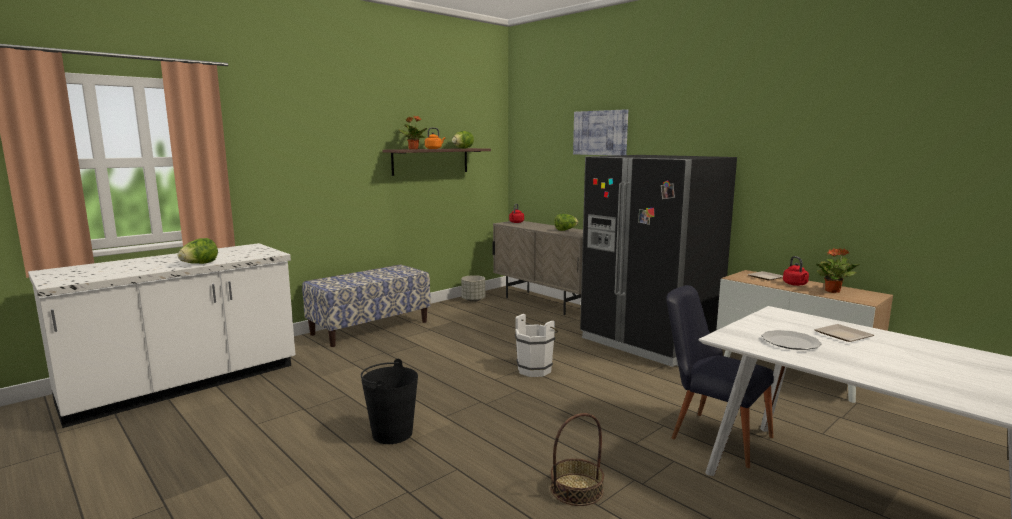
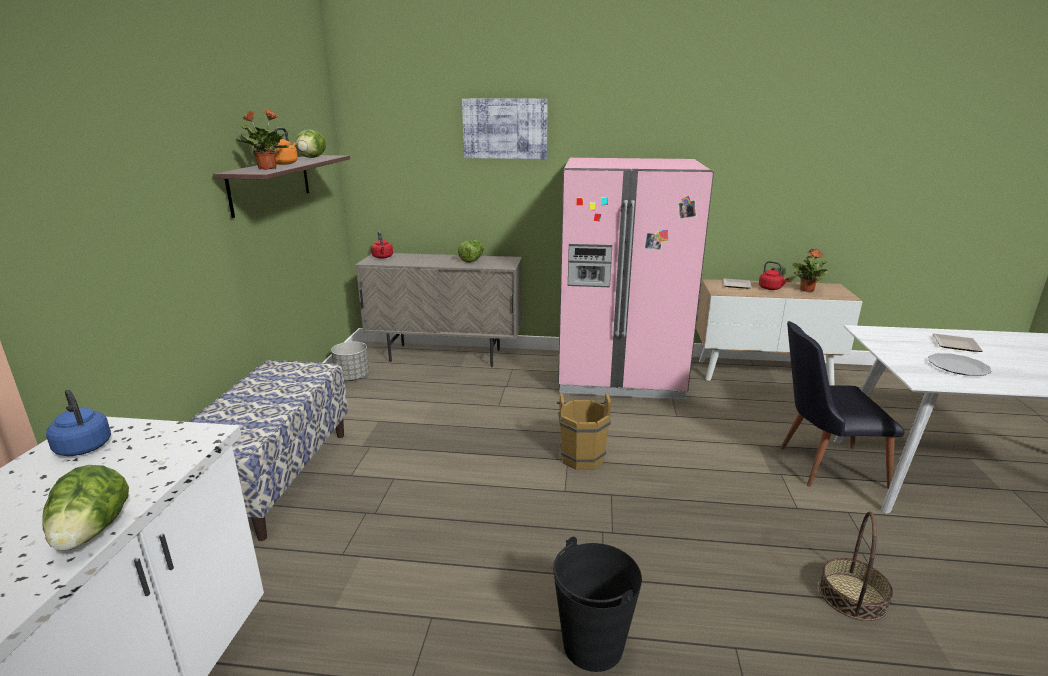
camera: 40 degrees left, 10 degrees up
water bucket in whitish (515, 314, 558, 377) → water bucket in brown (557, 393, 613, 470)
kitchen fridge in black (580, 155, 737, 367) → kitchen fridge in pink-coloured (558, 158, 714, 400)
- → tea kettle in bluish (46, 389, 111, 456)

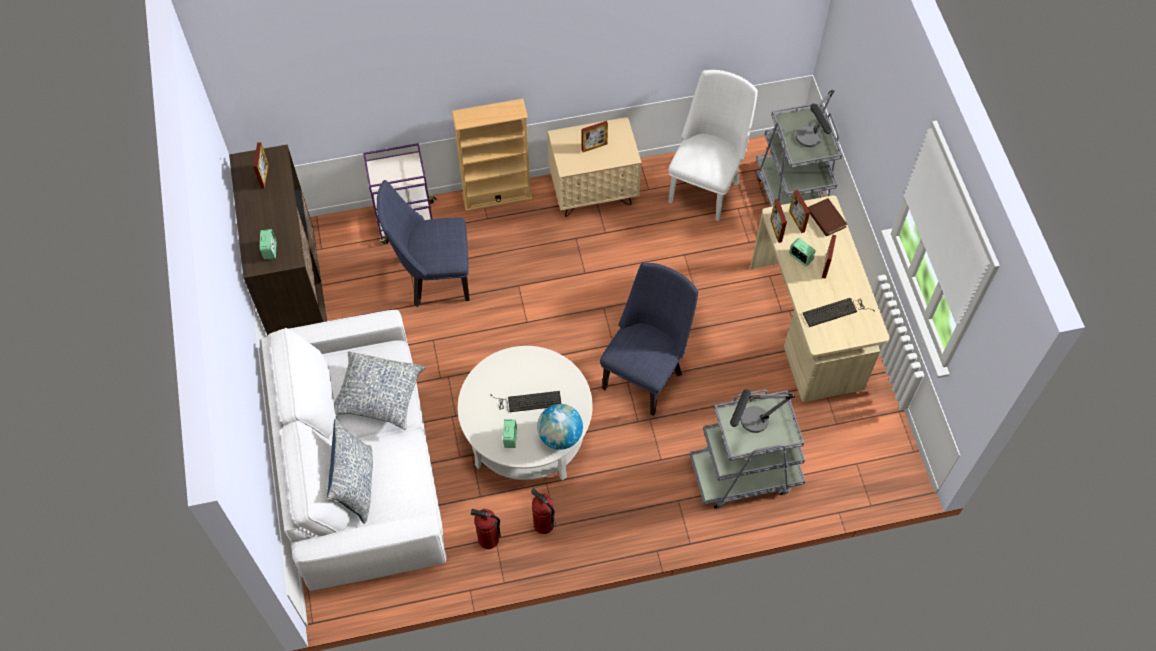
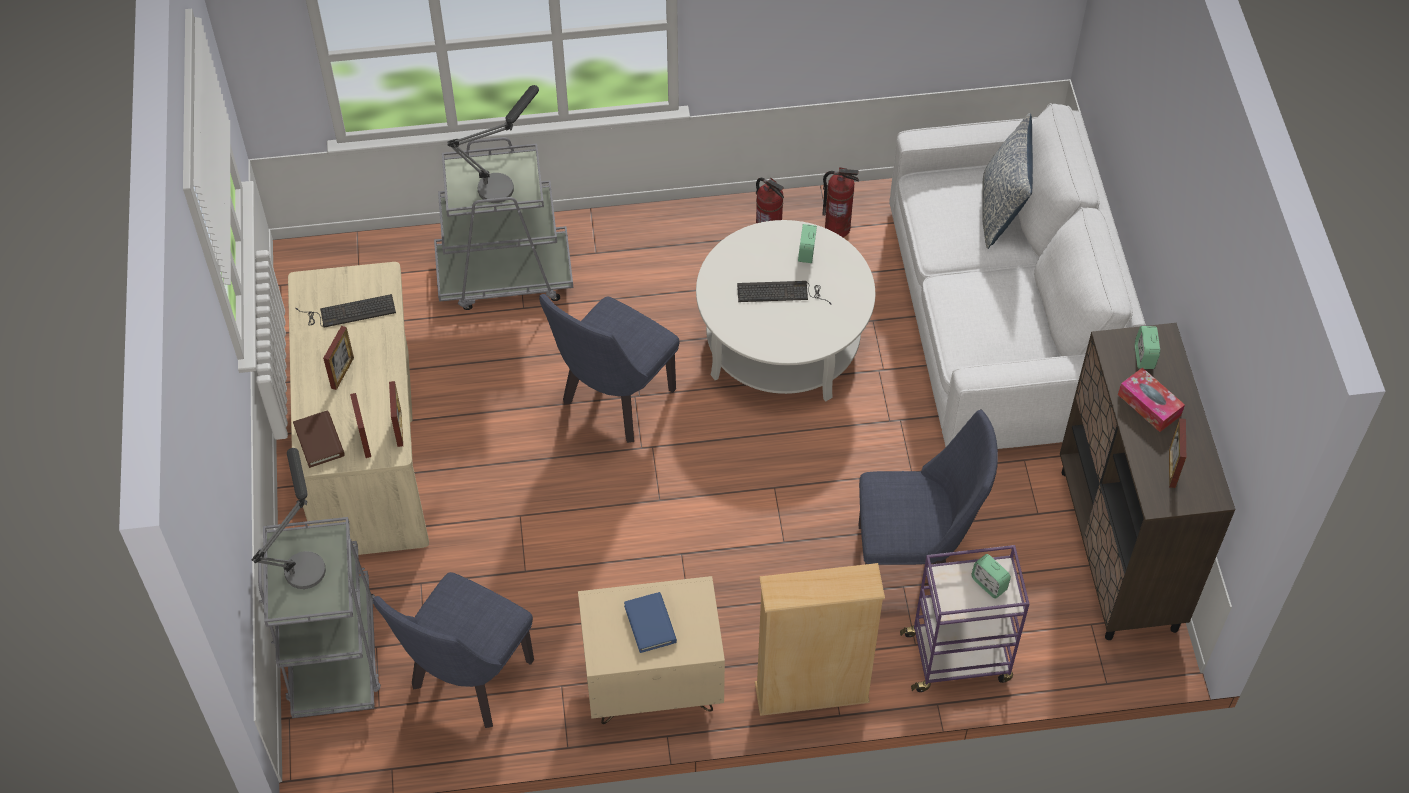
camera: 175 degrees left, 5 degrees down
pillow (334, 352, 426, 430) → -
globe (537, 404, 583, 450) → -
picture frame (581, 121, 608, 152) → bound book in bluish (624, 592, 677, 653)
upright chair in whitish (668, 70, 758, 221) → upright chair in bluish (373, 572, 534, 728)
table clock (789, 238, 815, 266) → table clock (971, 554, 1011, 599), move
- → box of tissues (1118, 368, 1185, 432)

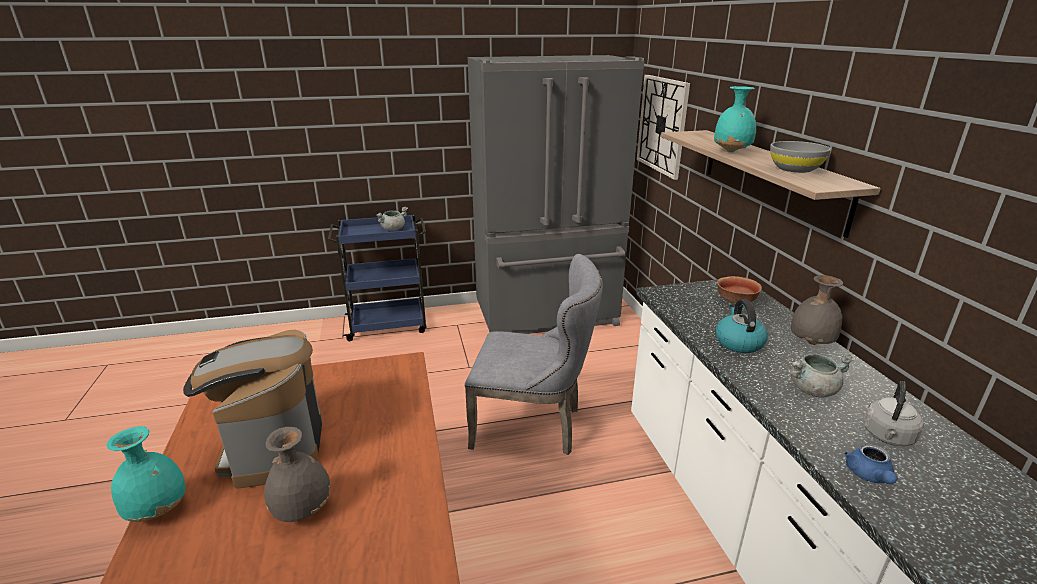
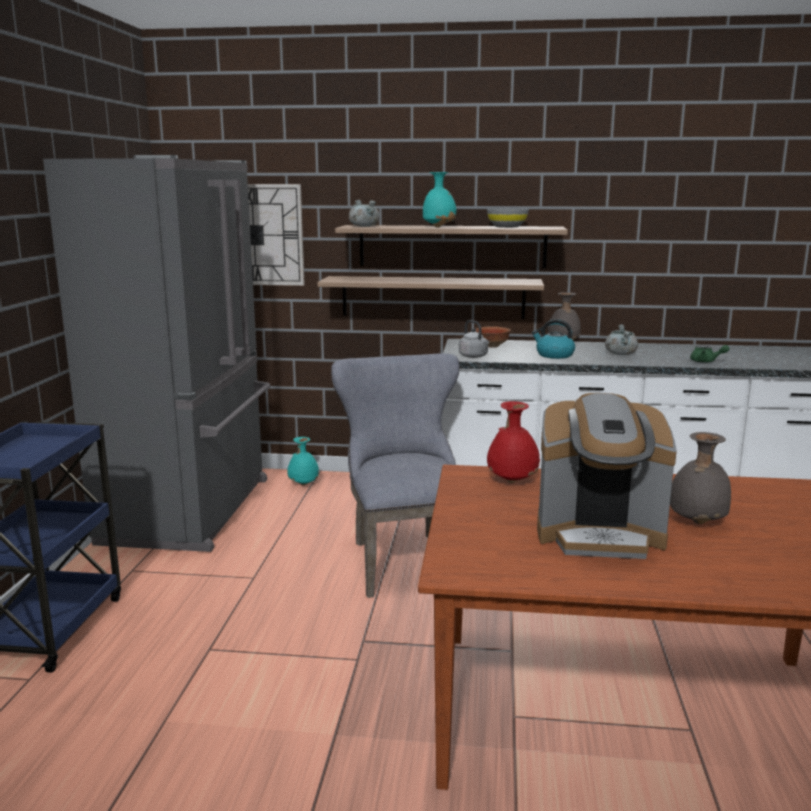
camera: 70 degrees left, 10 degrees down
vase in turquoise (107, 426, 186, 522) → vase in turquoise (287, 437, 319, 485), move
cooking pot in greyish (376, 207, 408, 231) → cooking pot in greyish (349, 200, 380, 227), move
upright chair in greyish (465, 254, 603, 455) → upright chair in greyish (331, 353, 460, 598), 45 degrees counterclockwise
tea pot in bluish (844, 444, 897, 484) → tea pot in green (690, 345, 730, 363)
tea kettle in greyish (863, 381, 924, 446) → tea kettle in greyish (459, 320, 489, 358), move
- → wall shelf (318, 276, 544, 319)
- → vase in red (487, 401, 540, 483)

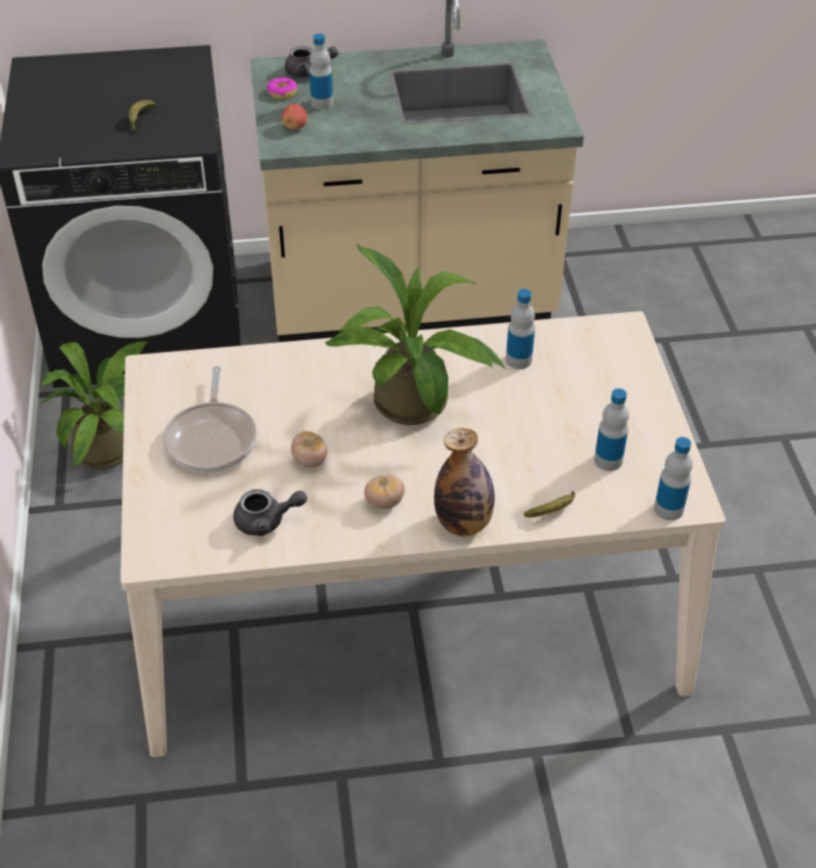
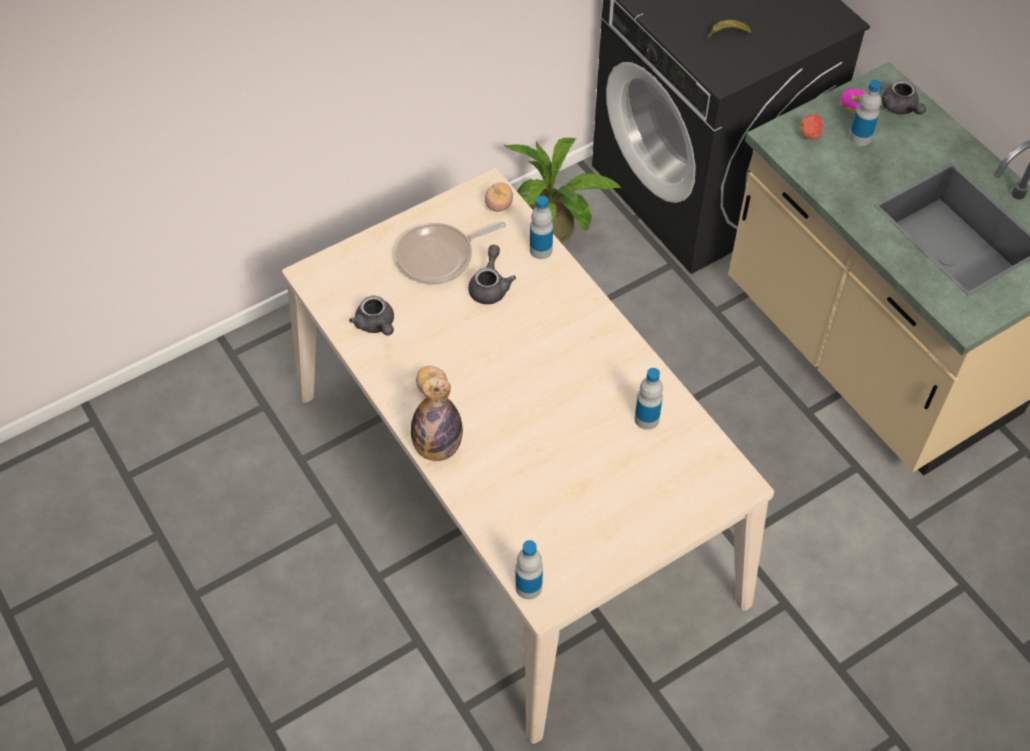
camera: 65 degrees right, 10 degrees up
tomato (291, 431, 327, 468) → tomato (485, 183, 513, 212), move
houseplant (325, 244, 506, 425) → -
whole banana (524, 491, 575, 517) → -
beverage bottle (594, 388, 629, 471) → beverage bottle (530, 196, 553, 259), move
- → tea pot in greyish (468, 245, 516, 304)

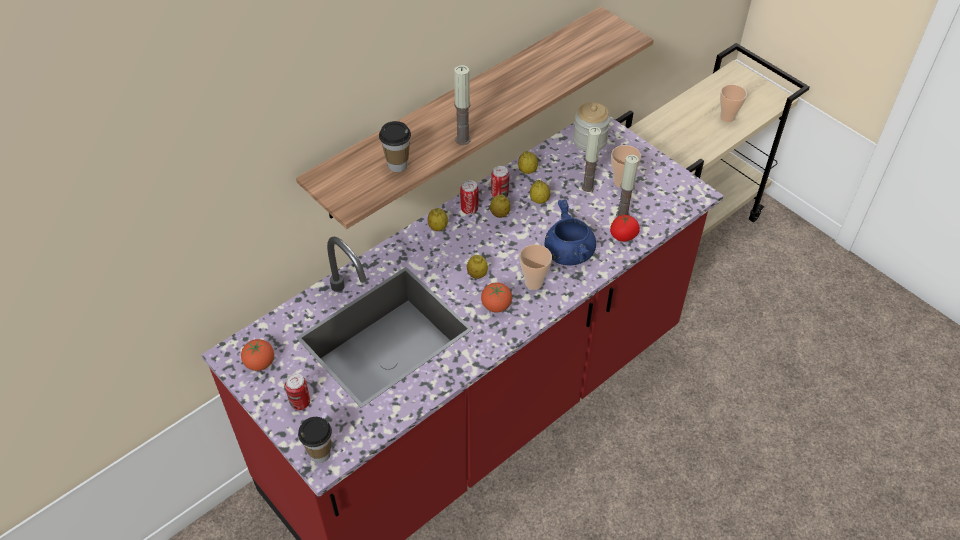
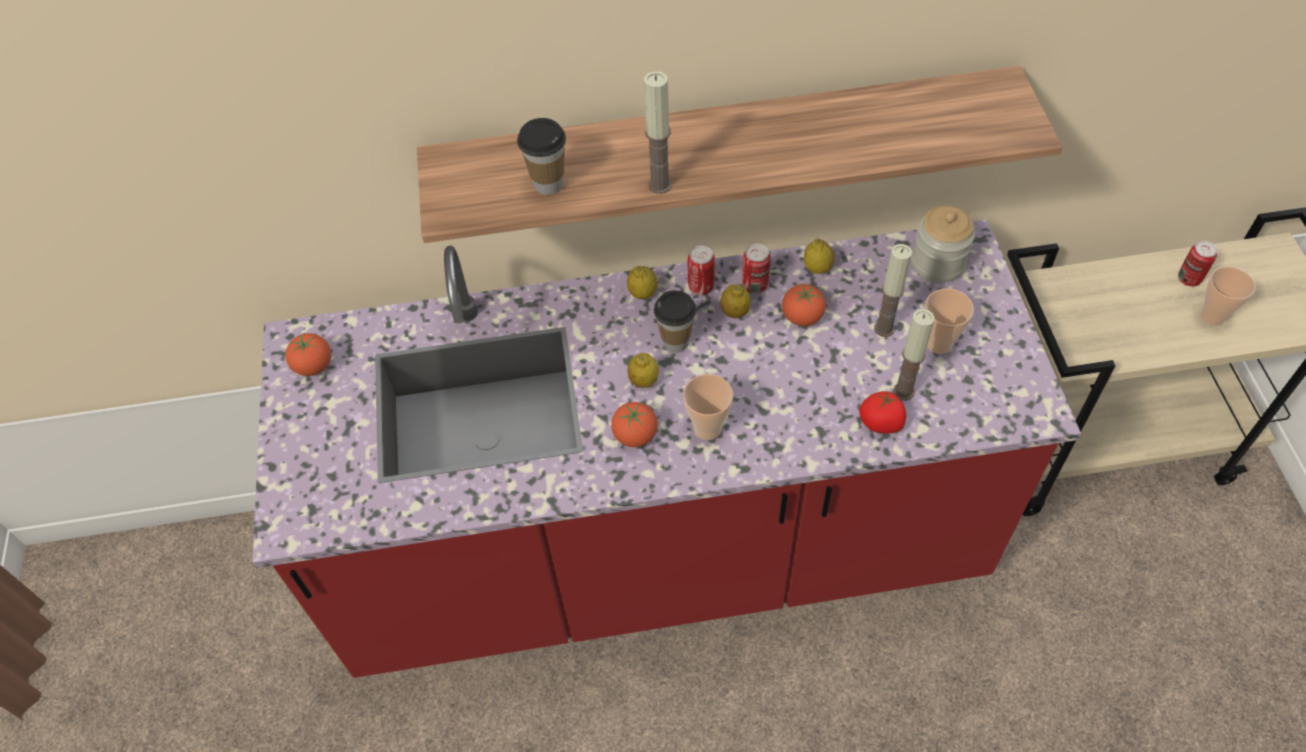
camera: 35 degrees right, 5 degrees up
can (285, 373, 310, 410) → can (1178, 241, 1217, 286), move
drinking cup (298, 417, 332, 463) → drinking cup (654, 290, 696, 353), move
whole lemon (530, 180, 550, 204) → tomato (782, 284, 826, 326)
cooking pot in bluish (545, 200, 596, 265) → -

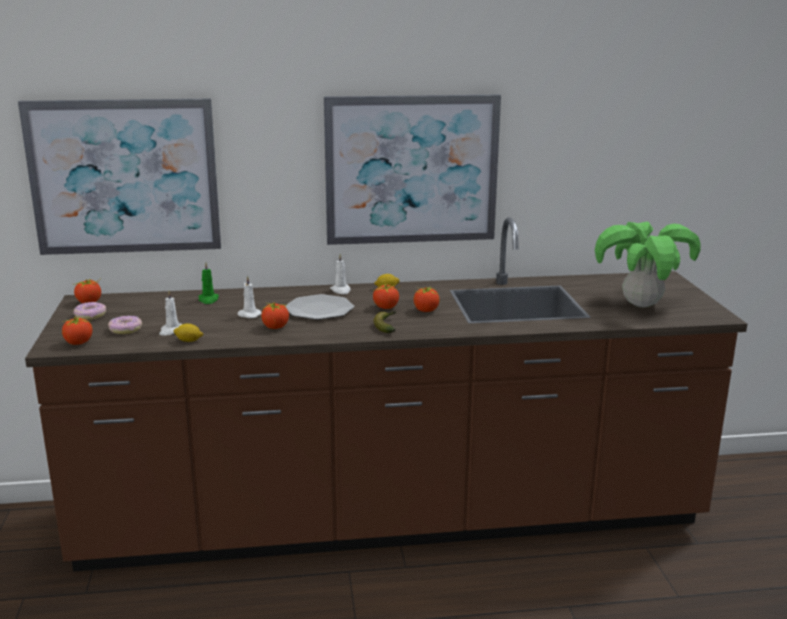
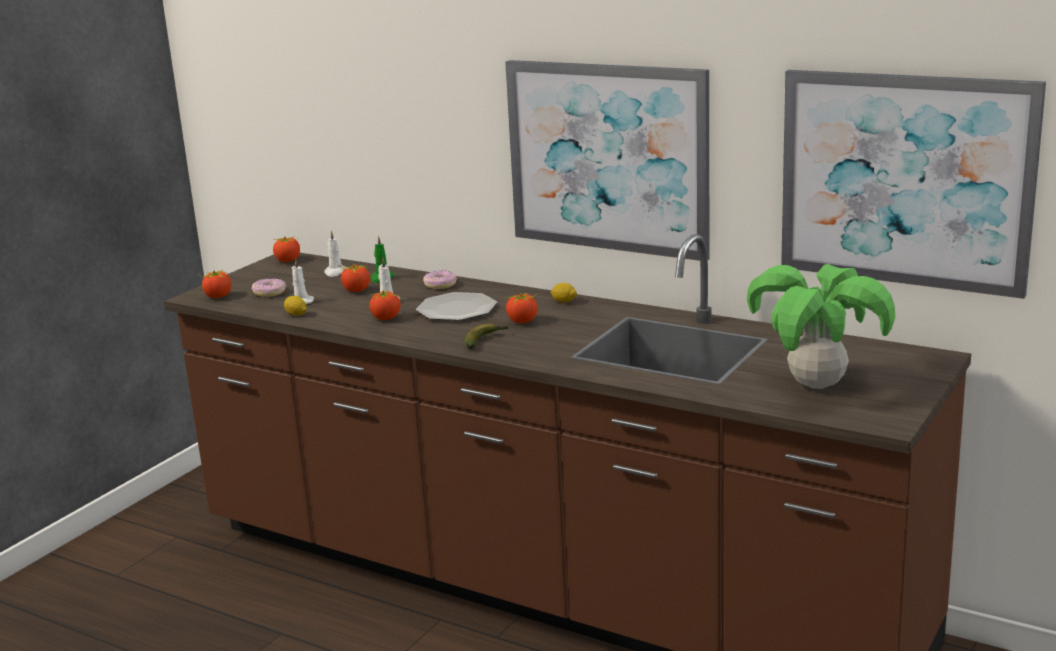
camera: 40 degrees right, 0 degrees up
wall picture (18, 99, 221, 255) → wall picture (781, 70, 1046, 299), move
ring doughnut (73, 302, 106, 320) → ring doughnut (423, 270, 457, 289), move
wax light in whitish (330, 254, 351, 294) → wax light in whitish (324, 231, 345, 277), move
tomato (414, 287, 440, 312) → tomato (338, 264, 370, 292), move

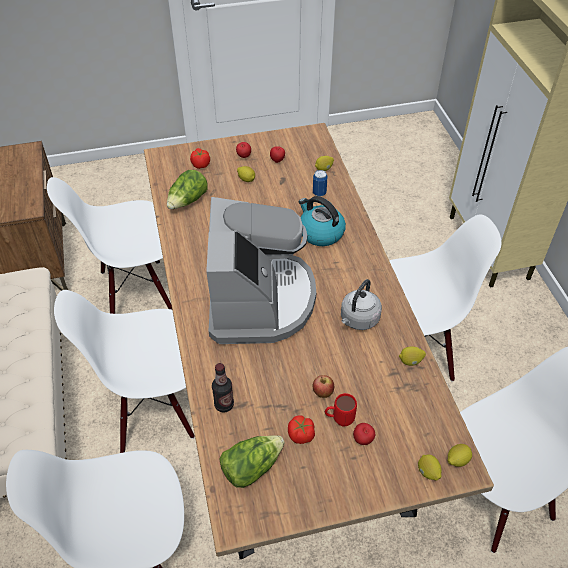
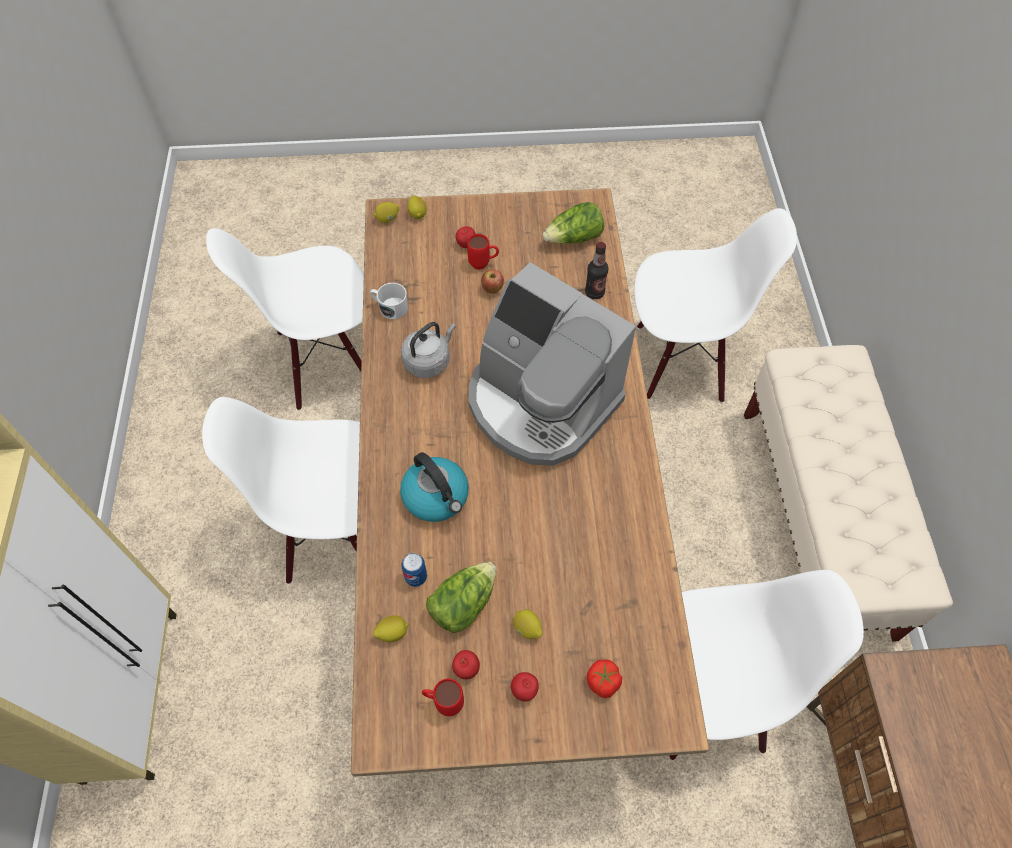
camera: 170 degrees left, 10 degrees up
upright chair in whitish (54, 290, 195, 453) → -
lettuce (167, 170, 208, 209) → lettuce (426, 562, 496, 633), move
coffee brewer (206, 197, 316, 344) → coffee brewer (469, 262, 636, 466), 60 degrees counterclockwise
tomato (288, 415, 315, 444) → -
whole lemon (399, 346, 426, 366) → coffee mug in whitish (370, 283, 408, 319)
- → coffee mug in red (422, 679, 464, 716)

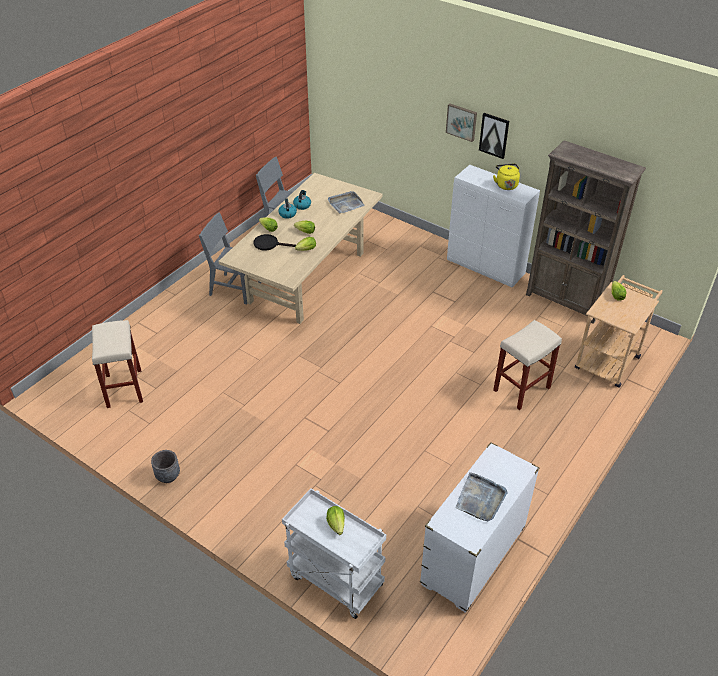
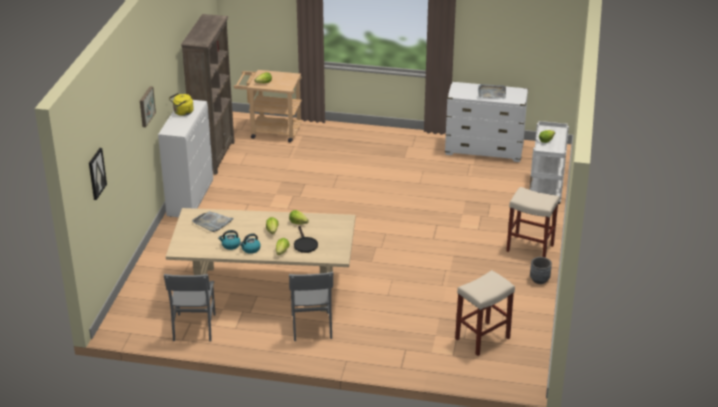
camera: 115 degrees left, 10 degrees down
wall picture (479, 113, 509, 159) → wall picture (89, 148, 107, 200), move
stool in beige-coloured (493, 320, 562, 410) → stool in beige-coloured (506, 187, 560, 258), move

